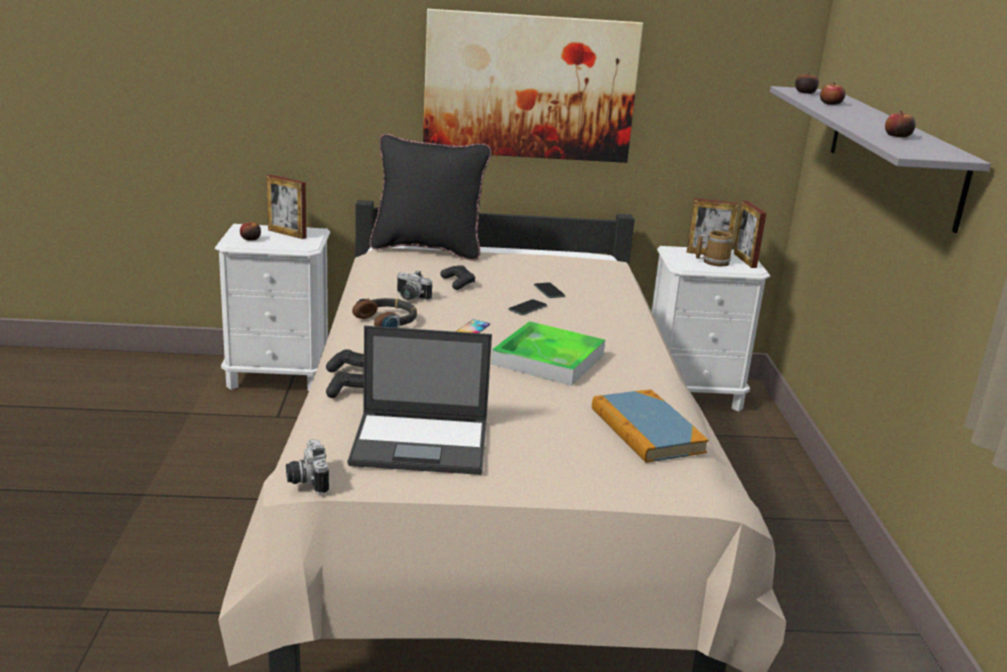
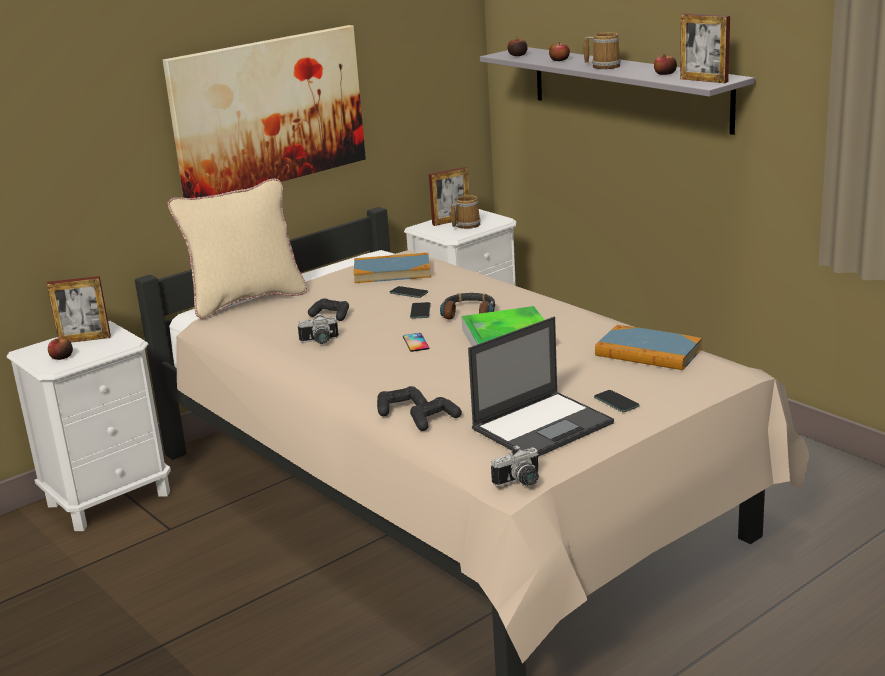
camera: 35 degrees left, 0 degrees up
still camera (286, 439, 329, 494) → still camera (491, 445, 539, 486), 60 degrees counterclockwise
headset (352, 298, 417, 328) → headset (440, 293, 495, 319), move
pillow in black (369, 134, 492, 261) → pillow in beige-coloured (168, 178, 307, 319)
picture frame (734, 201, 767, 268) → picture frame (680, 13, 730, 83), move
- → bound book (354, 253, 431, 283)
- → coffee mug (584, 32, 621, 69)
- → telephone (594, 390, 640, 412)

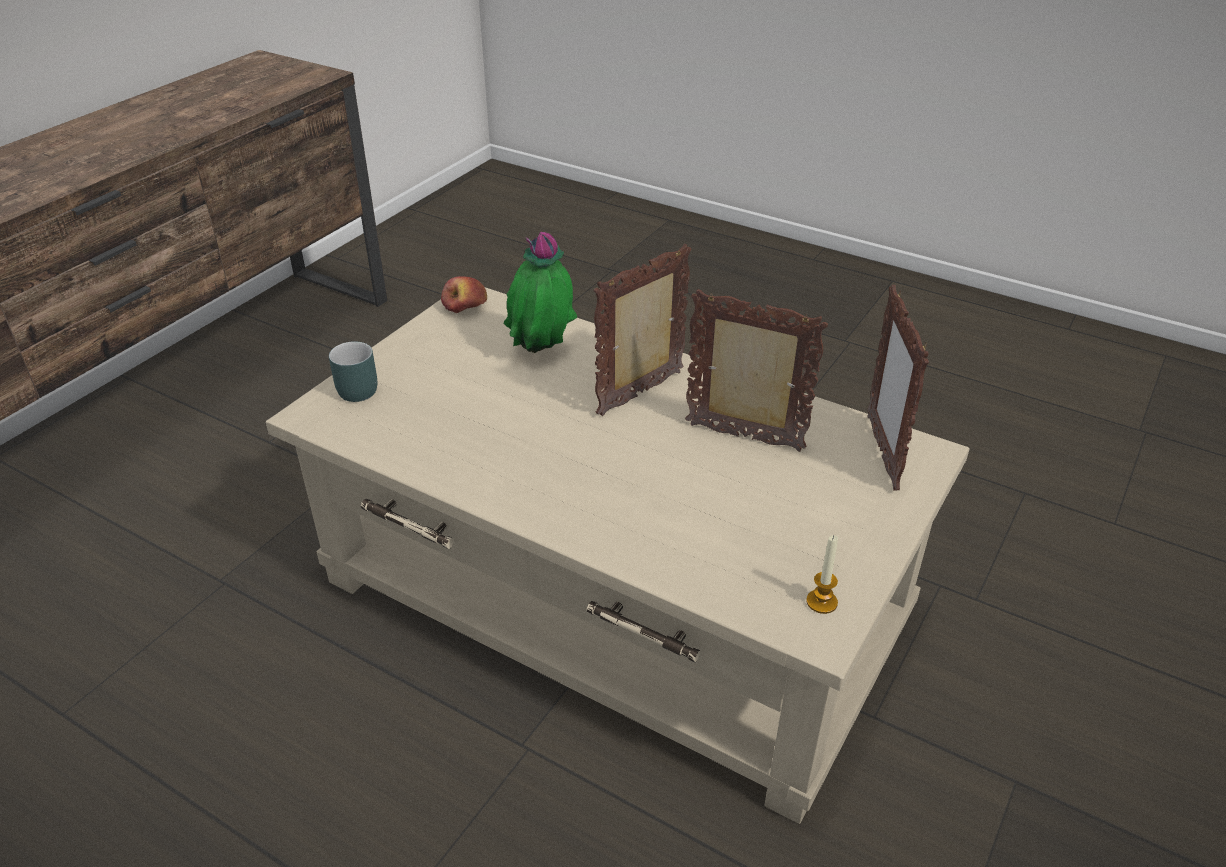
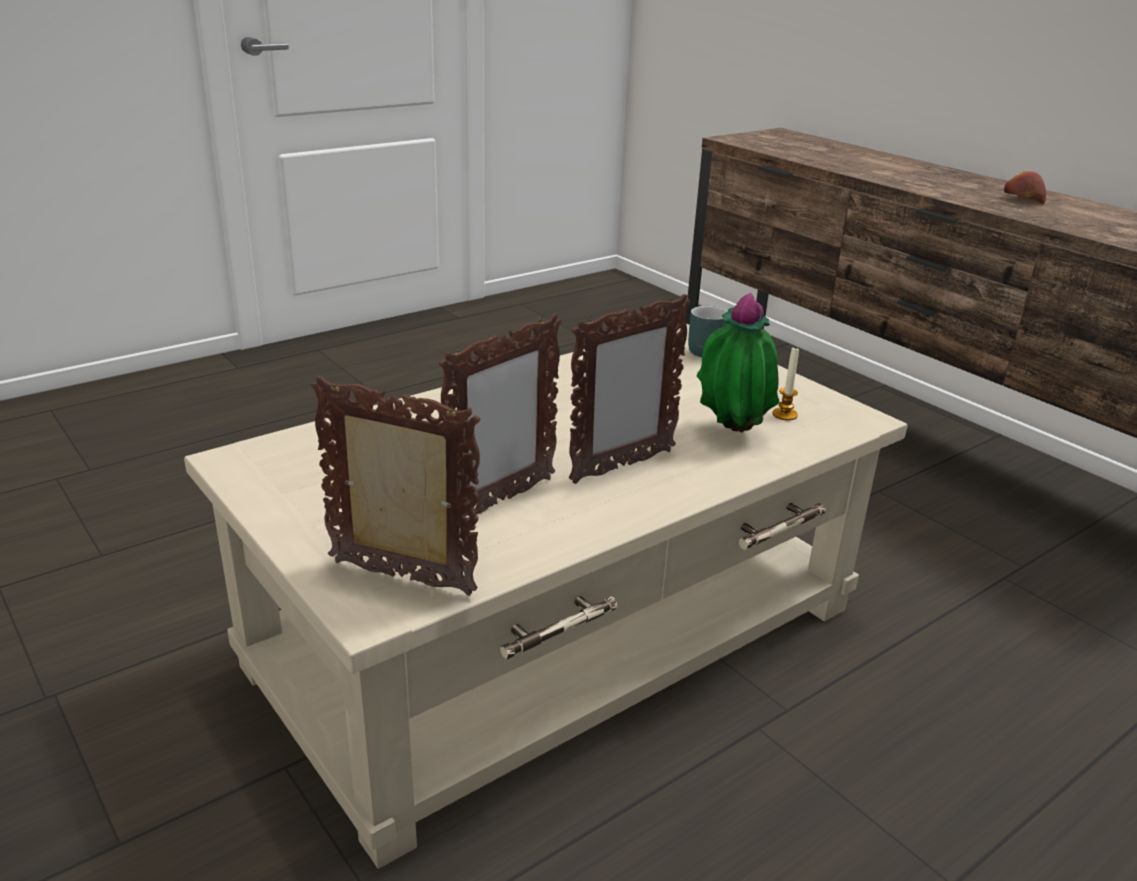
camera: 110 degrees right, 10 degrees down
apple (441, 276, 487, 313) → apple (1004, 171, 1046, 204), move
picture frame (593, 244, 692, 416) → picture frame (569, 294, 691, 484), 75 degrees clockwise
wax light (806, 535, 838, 614) → wax light (772, 346, 799, 420), move

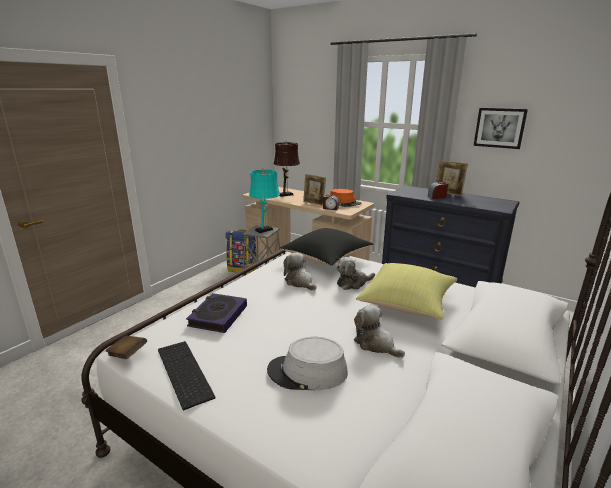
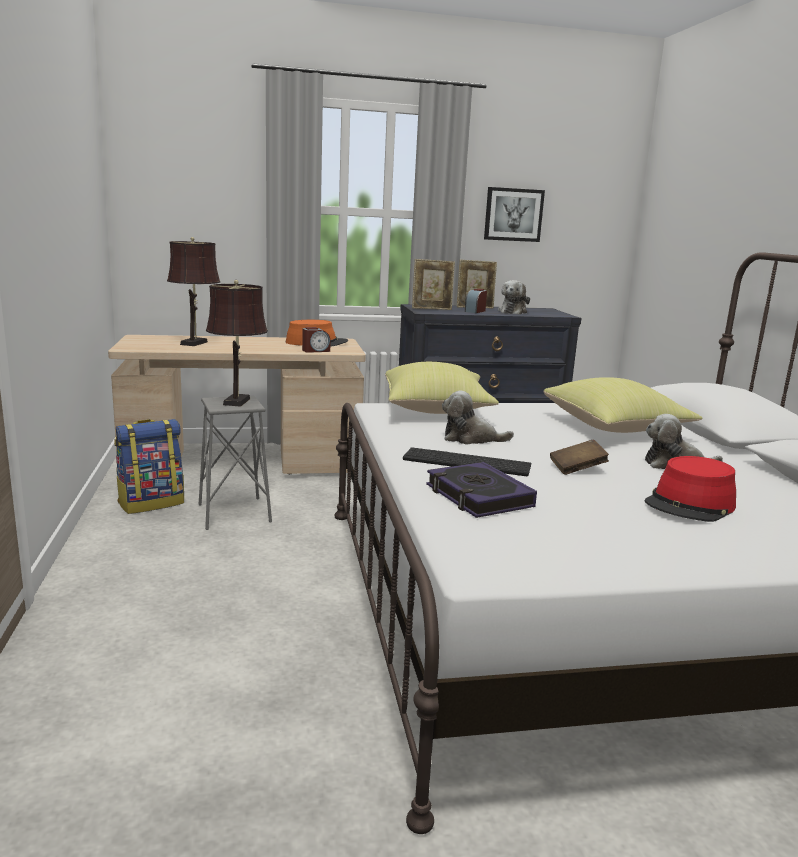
camera: 45 degrees left, 5 degrees down
bound book in brown (105, 336, 147, 359) → bound book in brown (550, 439, 609, 475), move
computer keyboard (158, 341, 215, 410) → computer keyboard (403, 447, 531, 476), move
tabletop lamp in turquoise (249, 169, 280, 233) → tabletop lamp in brown (206, 280, 268, 407)
clothing hat in greyish (267, 337, 348, 390) → clothing hat in red (644, 456, 736, 522)
pillow in black (280, 228, 373, 266) → pillow in yellow-coloured (385, 362, 499, 414)
picture frame (303, 174, 326, 206) → picture frame (412, 259, 455, 310), move
soft toy (336, 257, 375, 290) → soft toy (498, 280, 530, 314), move

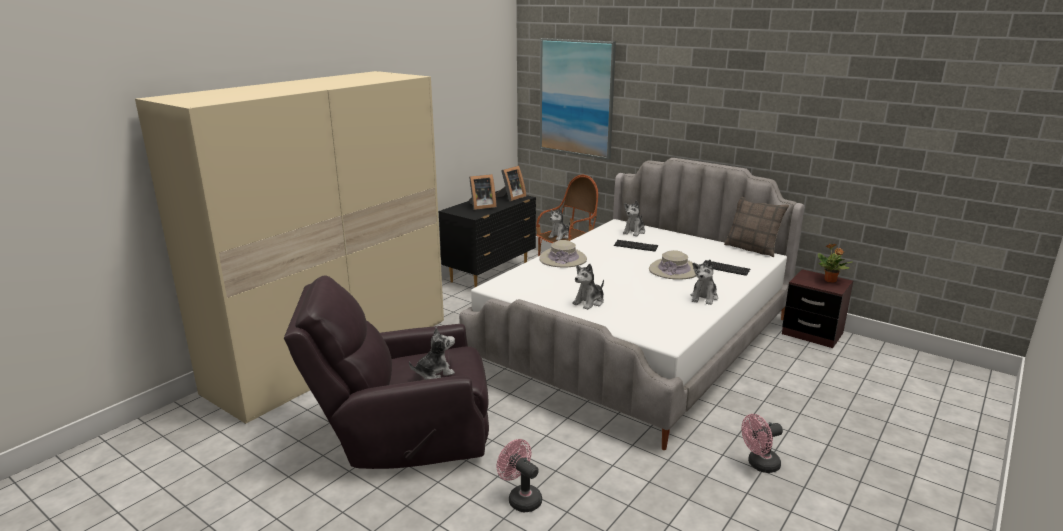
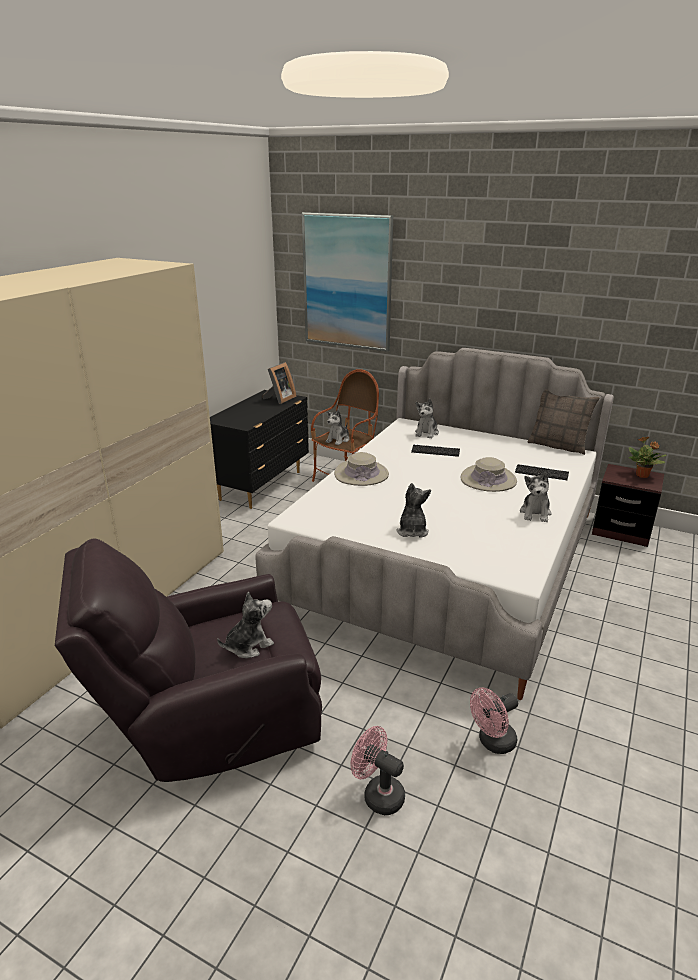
camera: 10 degrees left, 5 degrees up
picture frame (469, 174, 497, 210) → -
soft toy (572, 264, 604, 310) → soft toy (396, 483, 431, 537), 150 degrees clockwise
cooling fan in pink-coloured (741, 414, 783, 473) → cooling fan in pink-coloured (470, 688, 518, 754), move

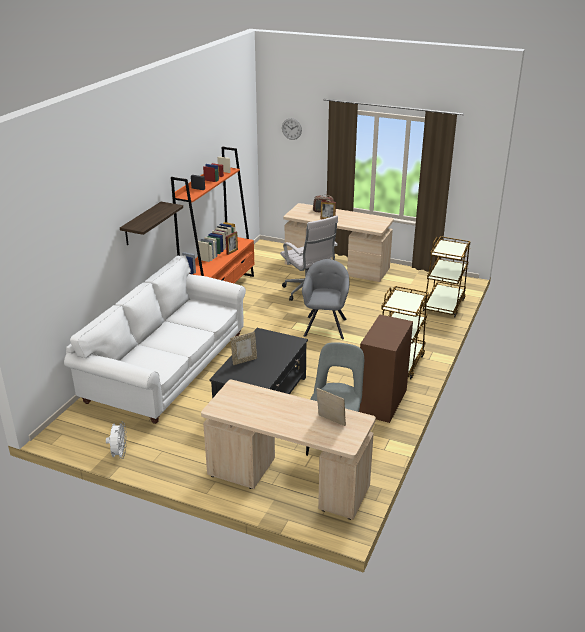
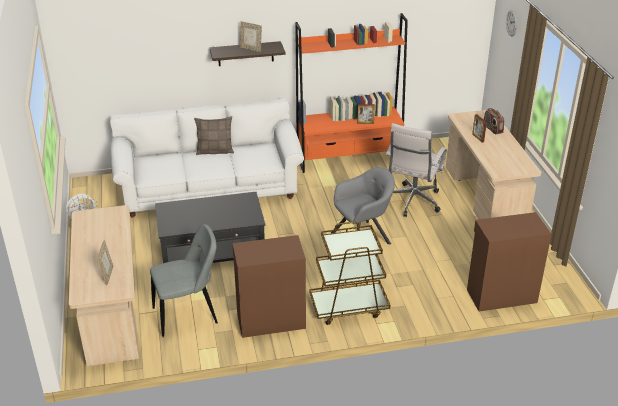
camera: 55 degrees right, 5 degrees up
picture frame (230, 332, 257, 365) → picture frame (240, 21, 262, 52), move
wheeled cart in brown (423, 236, 471, 317) → cabinet in brown (467, 212, 552, 312)
- → pillow (194, 116, 234, 155)

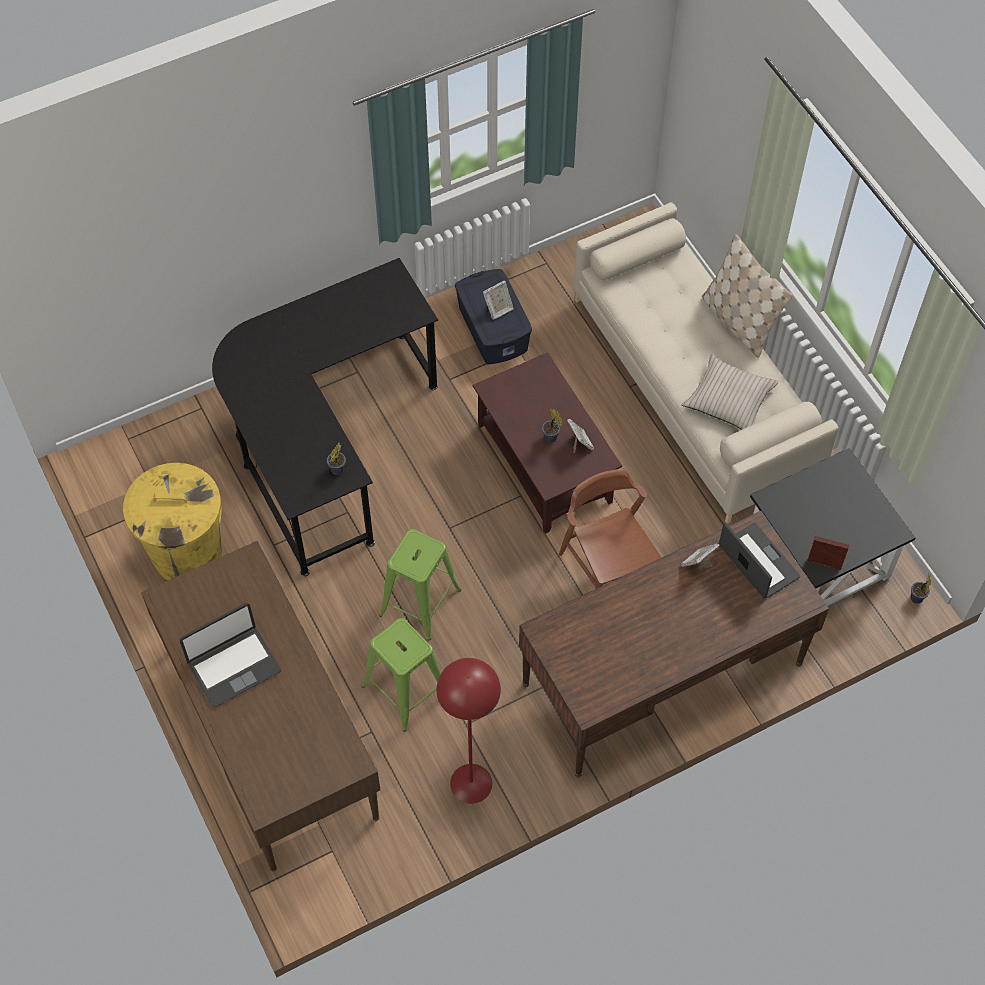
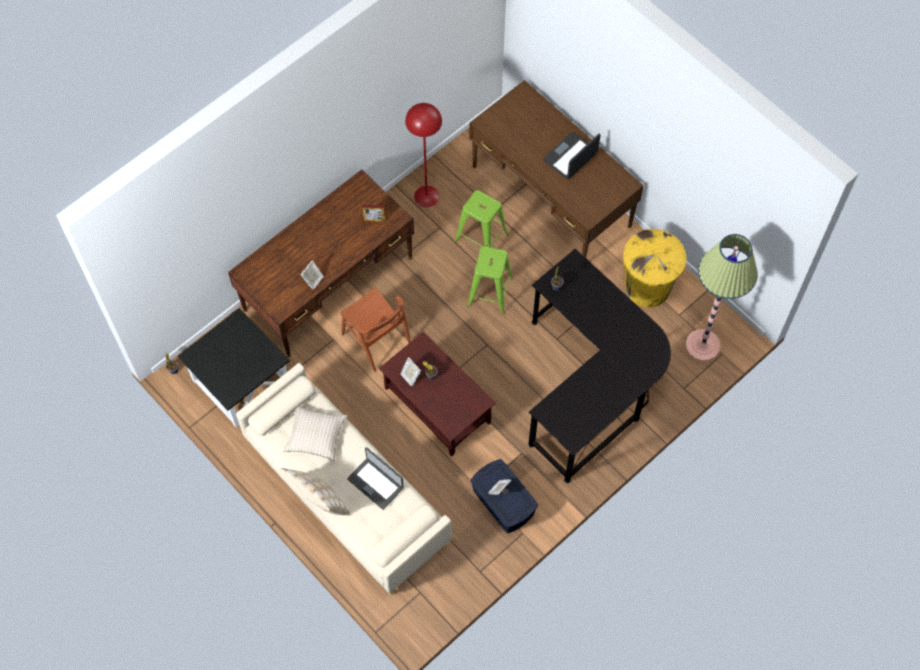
camera: 165 degrees right, 5 degrees up
laptop (719, 522, 800, 598) → laptop (347, 447, 404, 510), move
picture frame (807, 536, 849, 570) → picture frame (362, 205, 386, 222), move
- → standing lamp (686, 234, 758, 361)

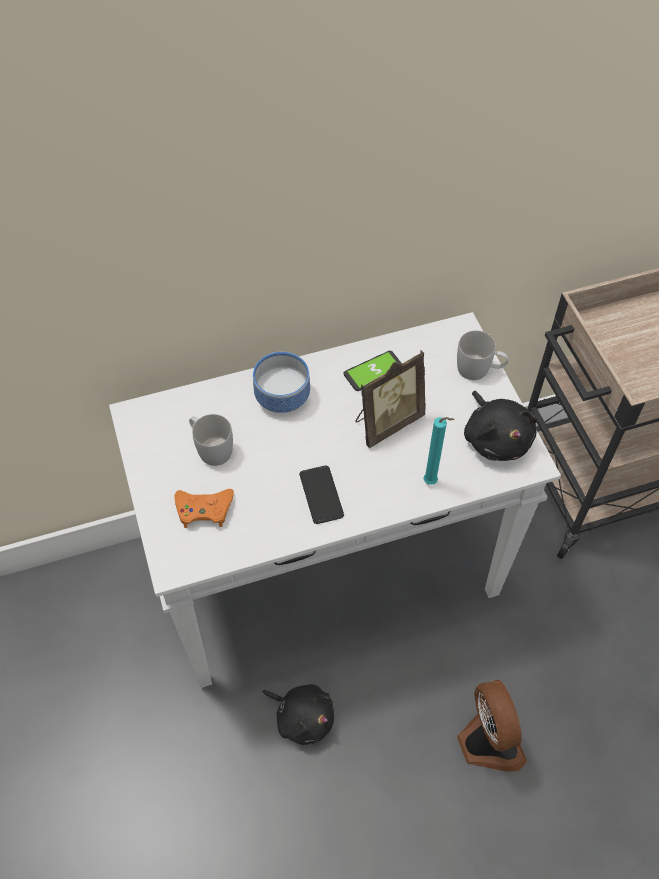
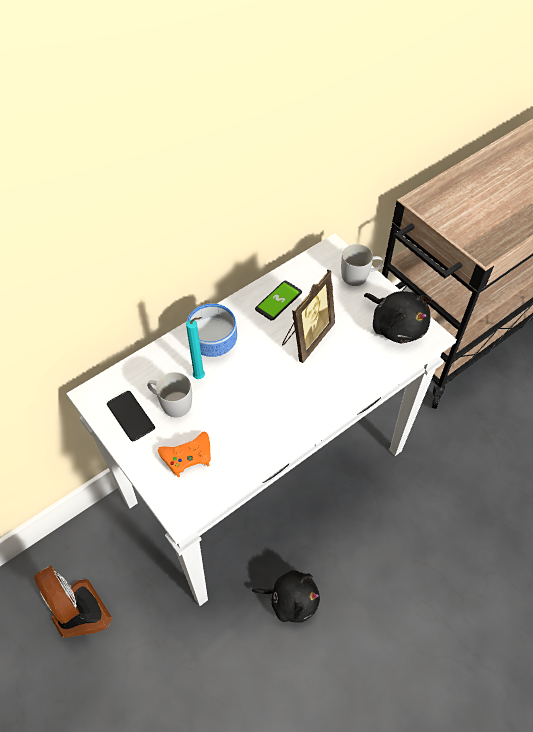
camera: 20 degrees left, 0 degrees up
telephone (299, 466, 344, 524) → telephone (107, 391, 155, 441), move
wax light in turquoise (423, 417, 455, 485) → wax light in turquoise (186, 317, 205, 379), move
cooling fan (457, 679, 527, 771) → cooling fan (34, 565, 112, 638), move

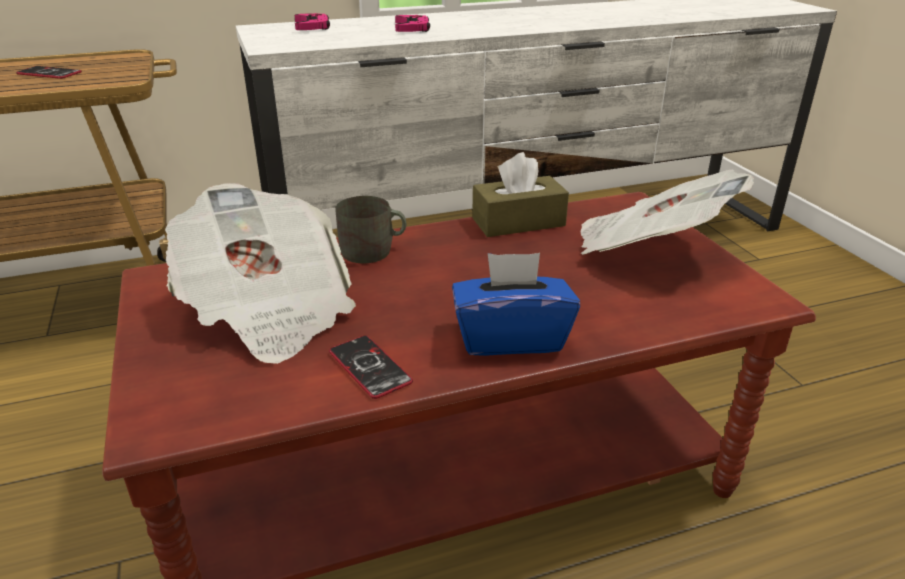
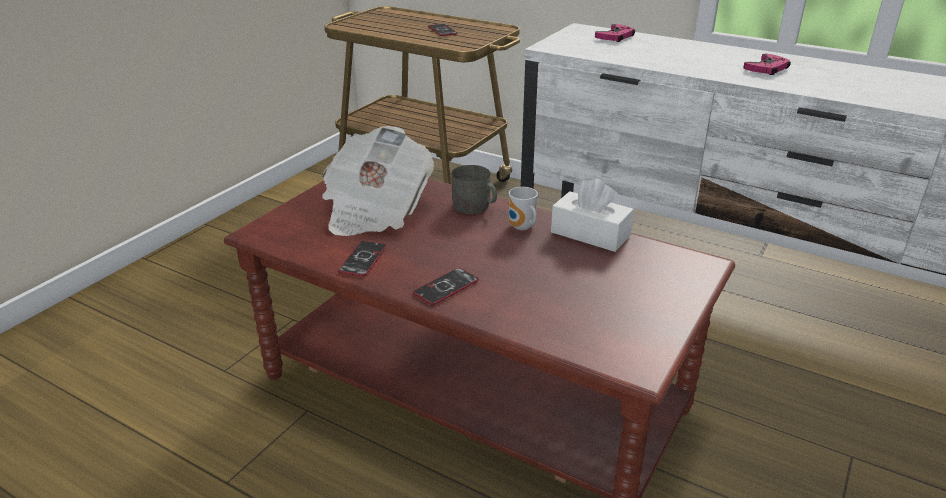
camera: 50 degrees right, 0 degrees up
joypad in pink-coloured (395, 15, 430, 32) → joypad in pink-coloured (743, 54, 791, 75), move
box of tissues in bluish (452, 253, 580, 356) → telephone (413, 268, 479, 305)
box of tissues in brown (472, 152, 569, 237) → box of tissues in whitish (551, 178, 634, 252)
daily paper (581, 169, 754, 255) → -
- → coffee mug (508, 187, 538, 230)

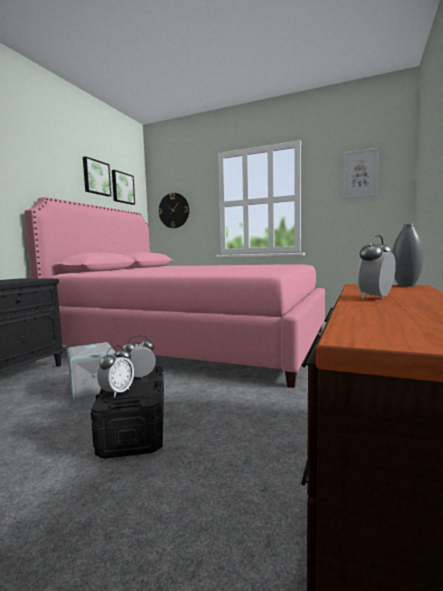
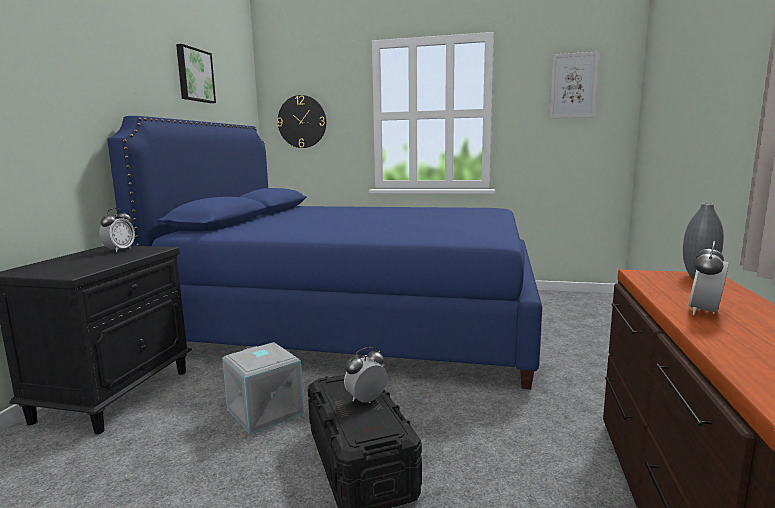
camera: 10 degrees left, 5 degrees up
sleeping bed in pink-coloured (24, 197, 325, 388) → sleeping bed in bluish (107, 116, 542, 389)
table clock (97, 345, 134, 398) → table clock (99, 208, 135, 252), move
wall picture (112, 170, 135, 205) → -

